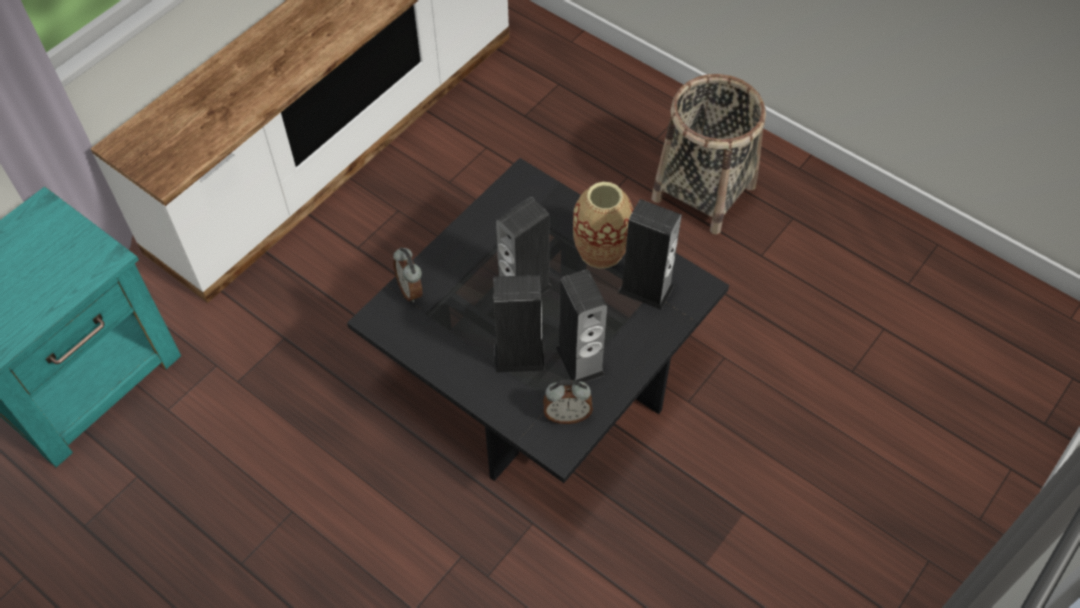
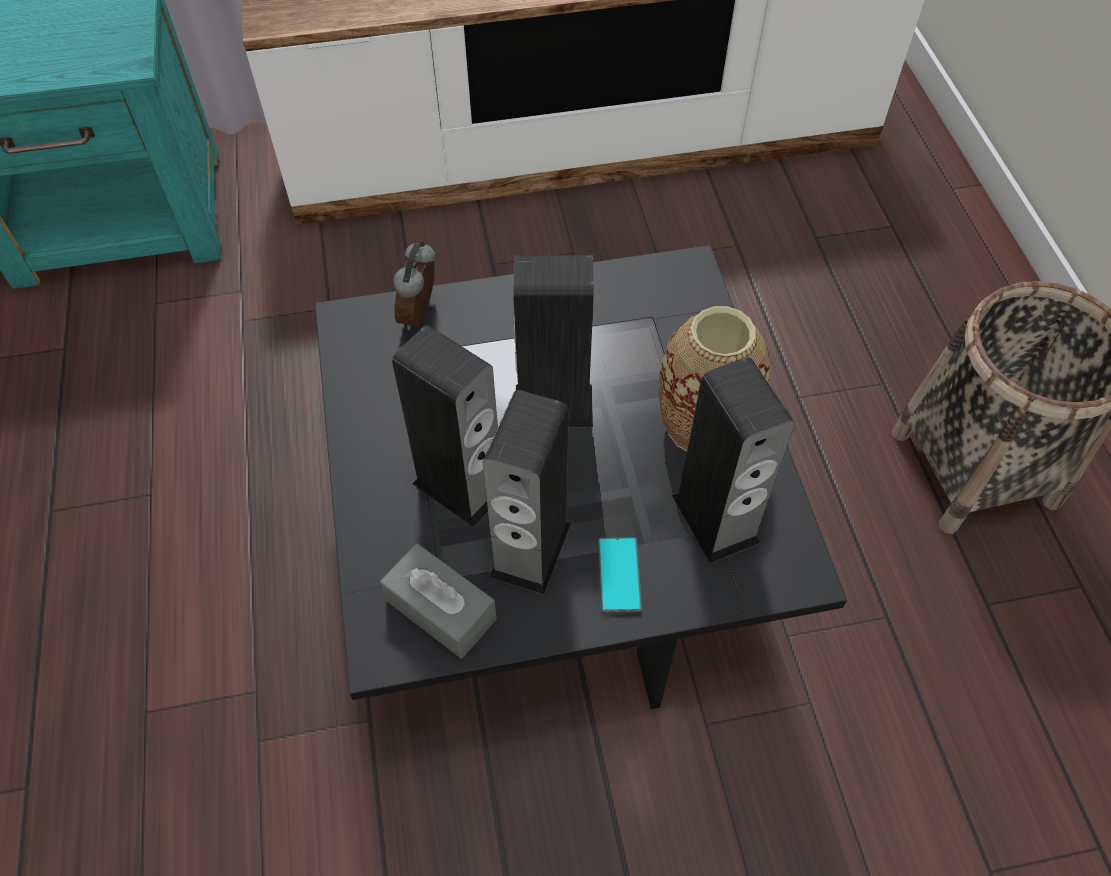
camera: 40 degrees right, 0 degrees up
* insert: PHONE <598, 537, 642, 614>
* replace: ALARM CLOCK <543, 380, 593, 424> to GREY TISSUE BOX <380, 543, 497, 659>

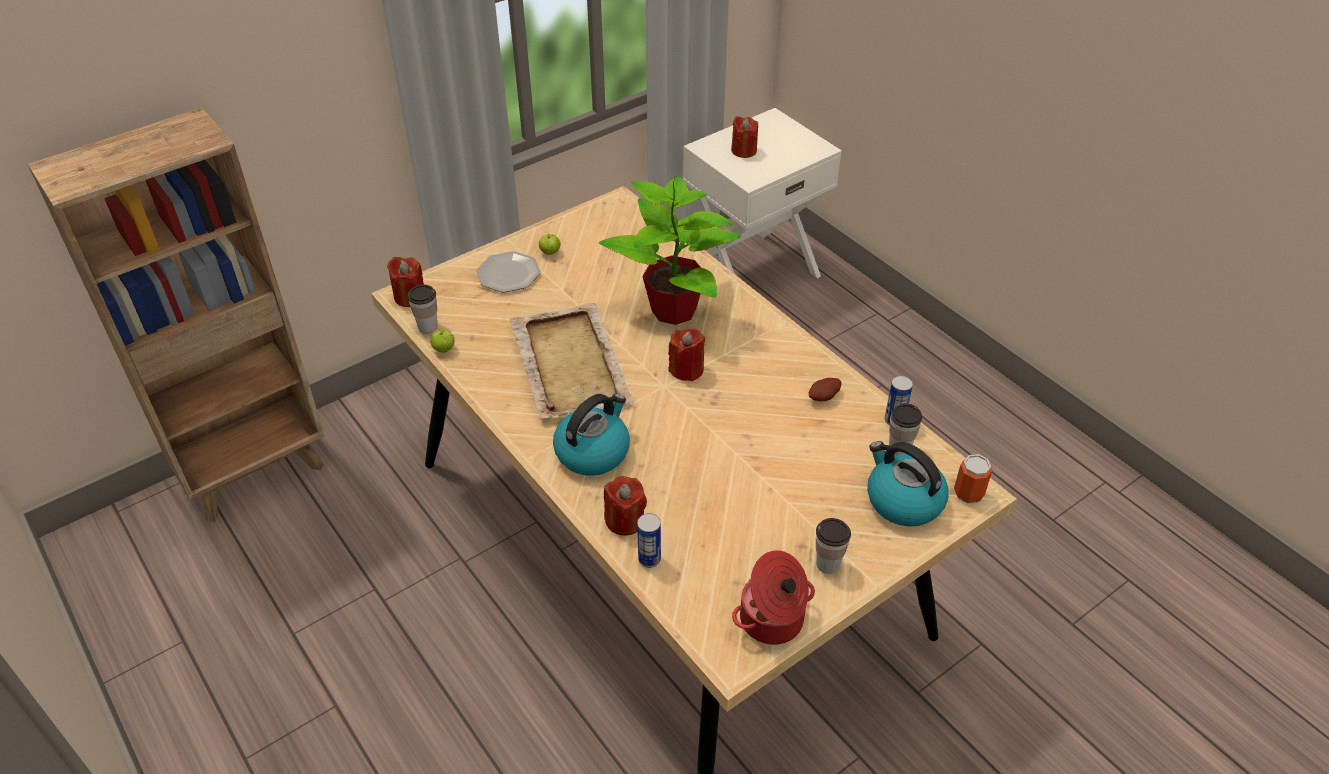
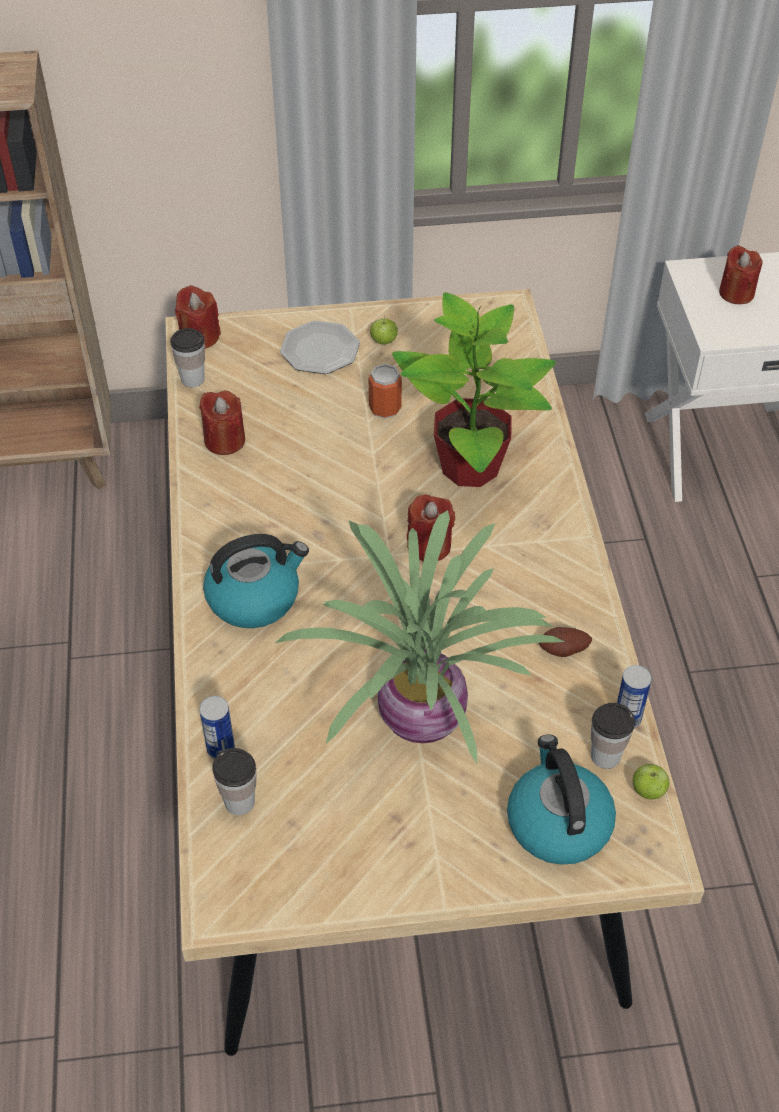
camera: 30 degrees right, 5 degrees up
* delete: BEIGE TRAY <509, 303, 635, 419>
* delete: COOKING POT <732, 550, 815, 645>
* insert: POTTED PLANT <275, 510, 564, 764>
* move: APPLE <430, 330, 455, 353> to <633, 764, 670, 799>
* move: RED CANDLE <604, 476, 647, 536> to <199, 390, 245, 455>
* move: CUP <816, 518, 851, 574> to <212, 748, 256, 815>
* move: CAN <954, 454, 992, 504> to <369, 364, 402, 419>

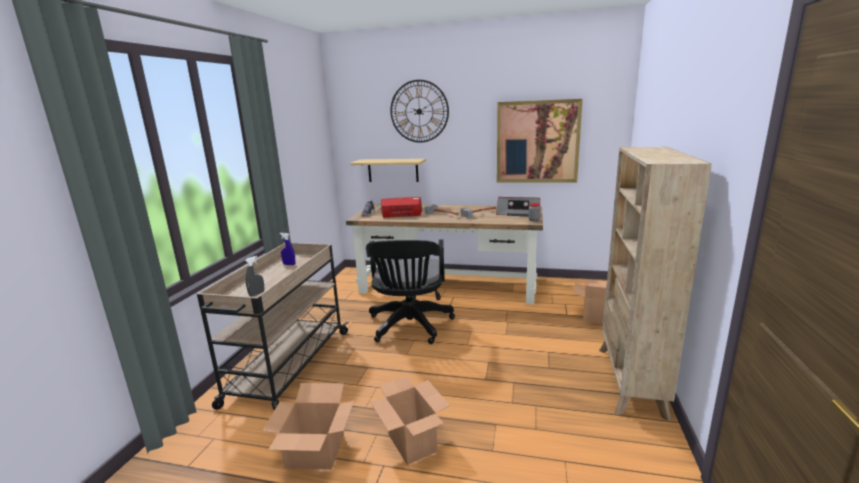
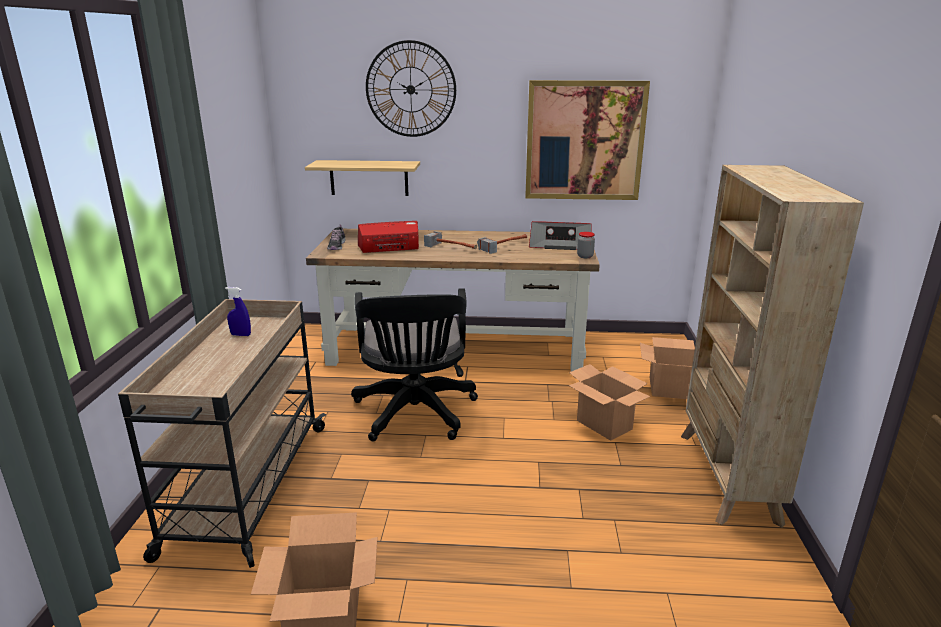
camera: 10 degrees left, 5 degrees up
* delete: GREY SPRAY BOTTLE <245, 256, 264, 297>
* move: CARDBOARD BOX <370, 376, 450, 465> to <569, 364, 650, 441>

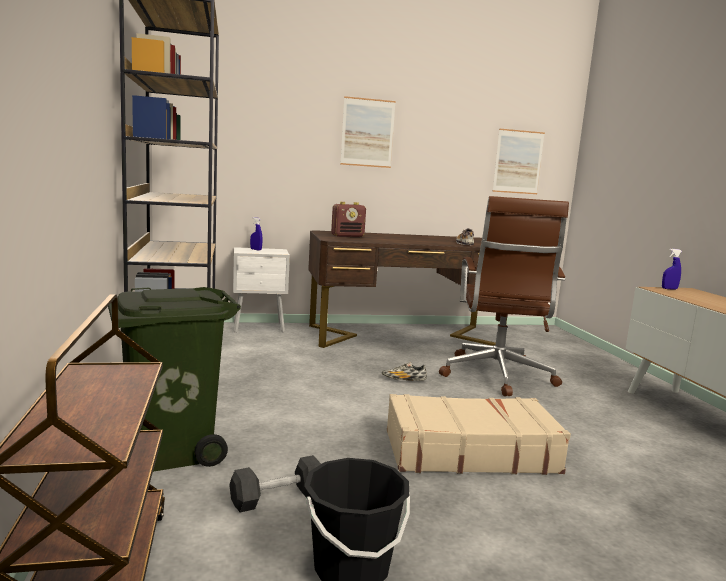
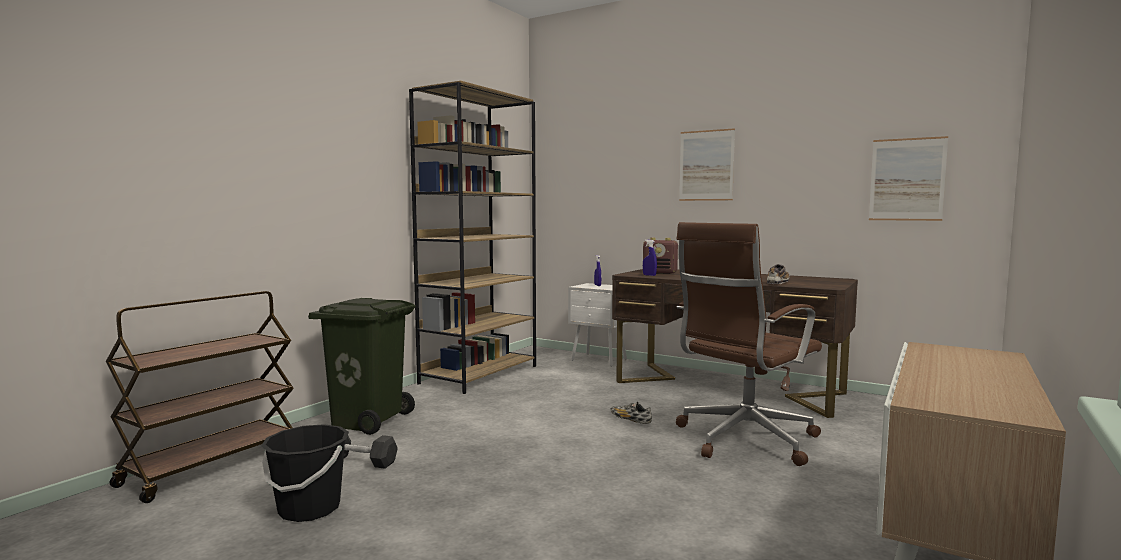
camera: 45 degrees right, 5 degrees down
* delete: BEIGE SUITCASE <387, 394, 571, 475>
* move: BLUE SPRAY BOTTLE <662, 249, 682, 290> to <643, 240, 657, 276>

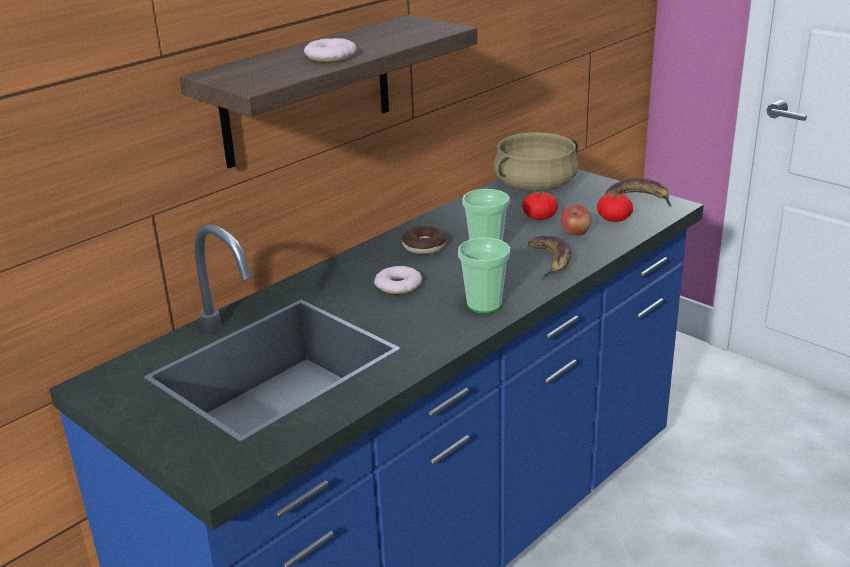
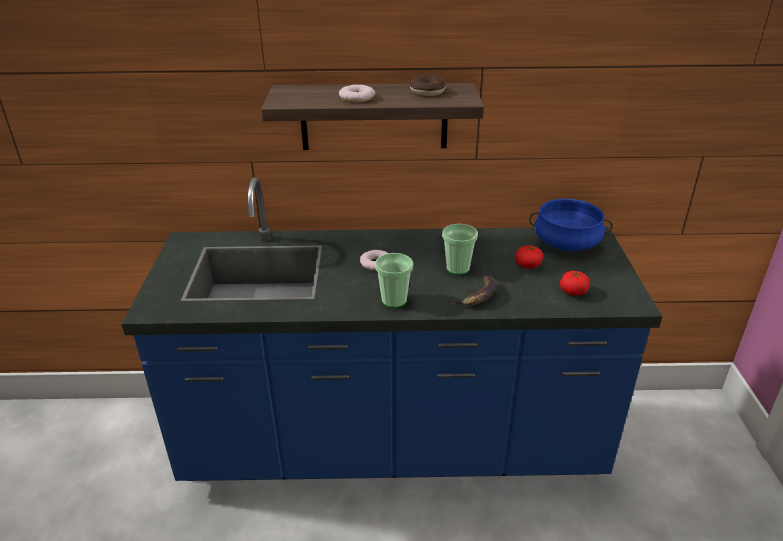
camera: 45 degrees right, 5 degrees up
* delete: APPLE <560, 205, 592, 236>
* delete: BANANA <604, 178, 672, 206>
* move: DONUT <402, 226, 447, 254> to <410, 75, 446, 96>
* recolor: BEIGE COOKING POT <494, 132, 579, 192> to BLUE COOKING POT <529, 199, 613, 251>

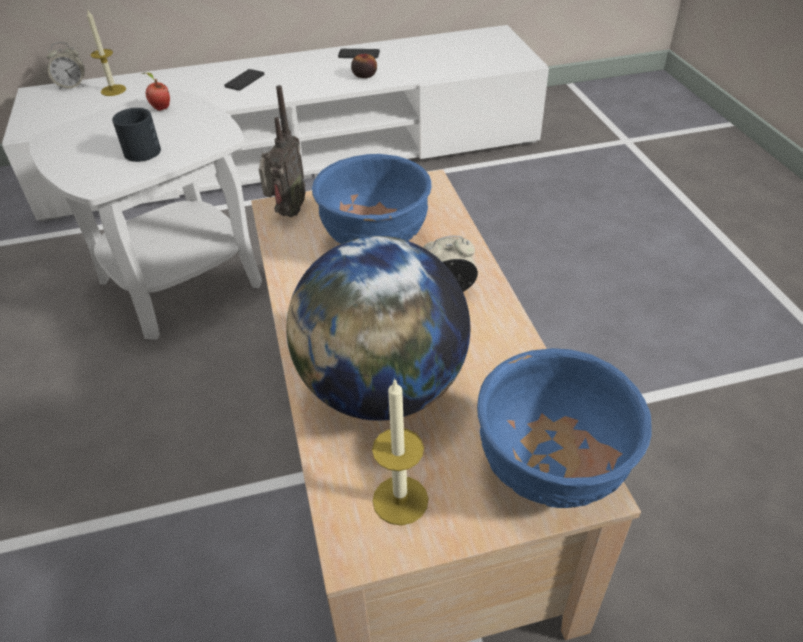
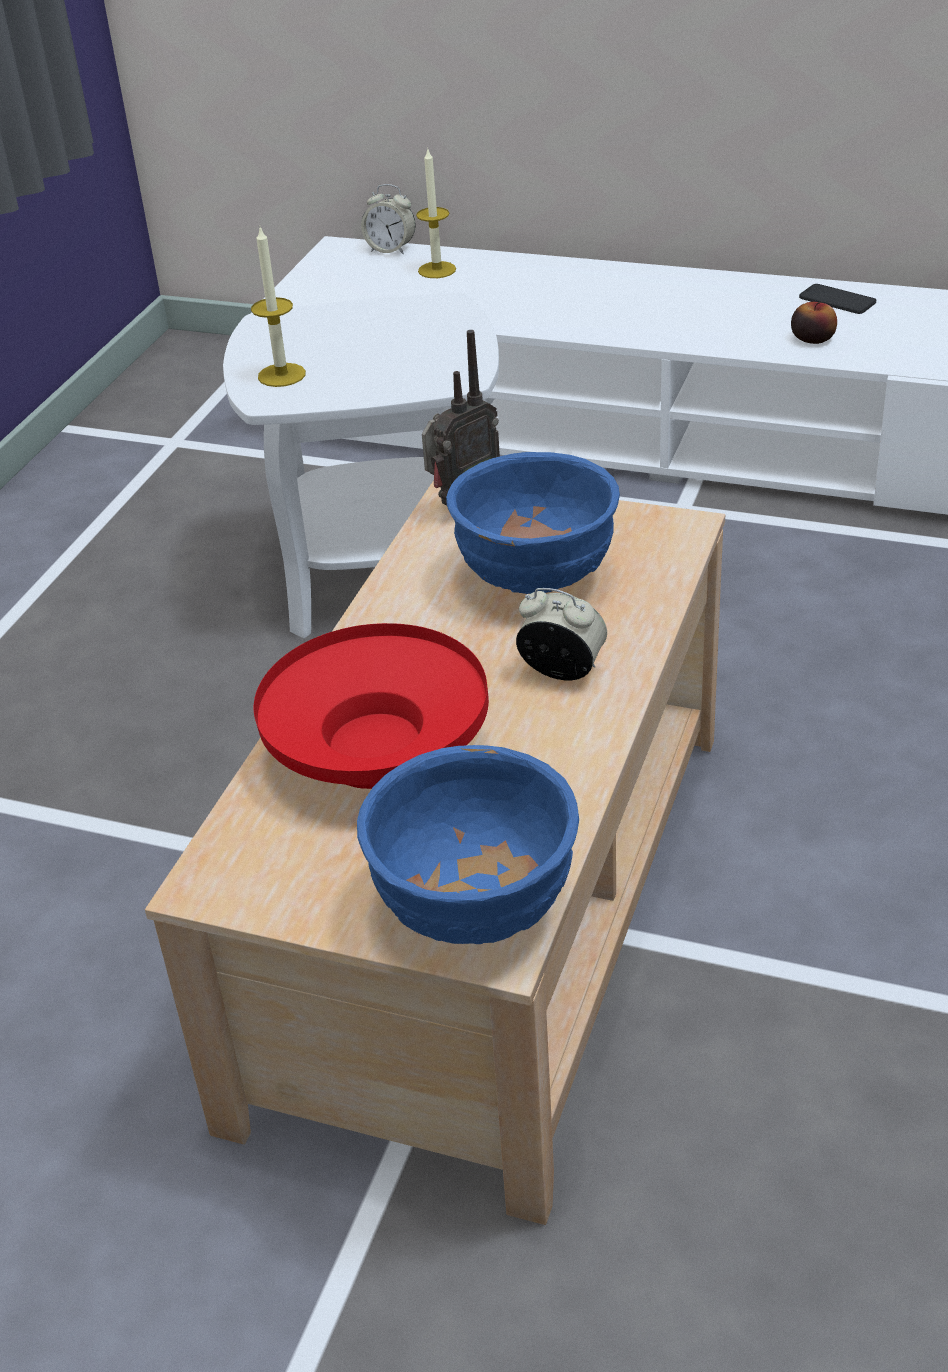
camera: 35 degrees right, 5 degrees down
* delete: BLACK MUG <112, 108, 161, 162>
* delete: APPLE <142, 73, 170, 111>
* delete: PHONE <224, 69, 264, 91>
* move: CANDLE <372, 378, 429, 525> to <251, 227, 306, 387>
* replace: GLOBE <286, 236, 470, 421> to RED BOWL <254, 623, 489, 789>

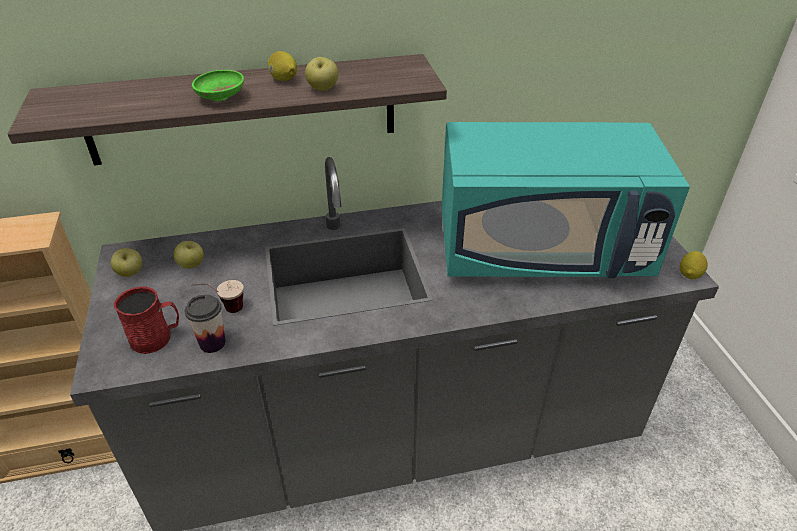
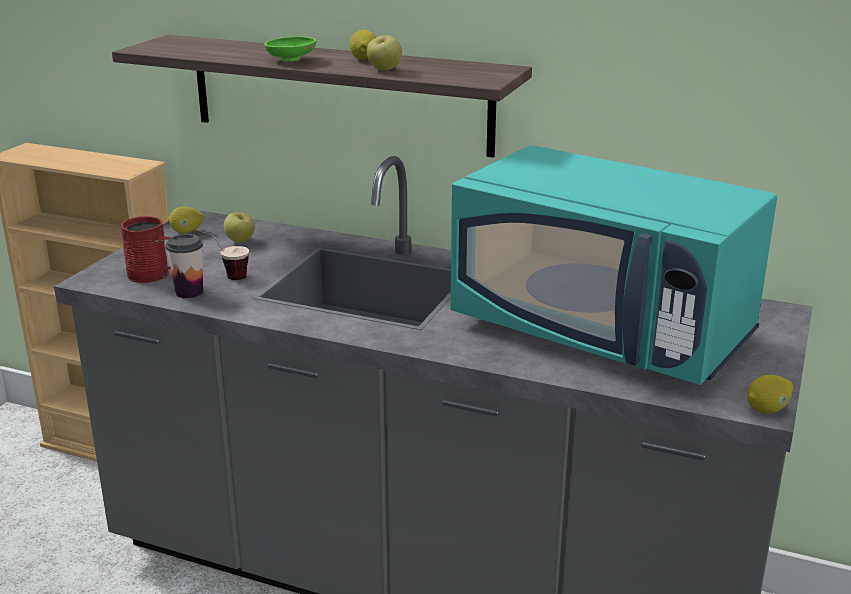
camera: 35 degrees right, 15 degrees down
* replace: APPLE <111, 248, 142, 277> to LEMON <168, 207, 204, 233>

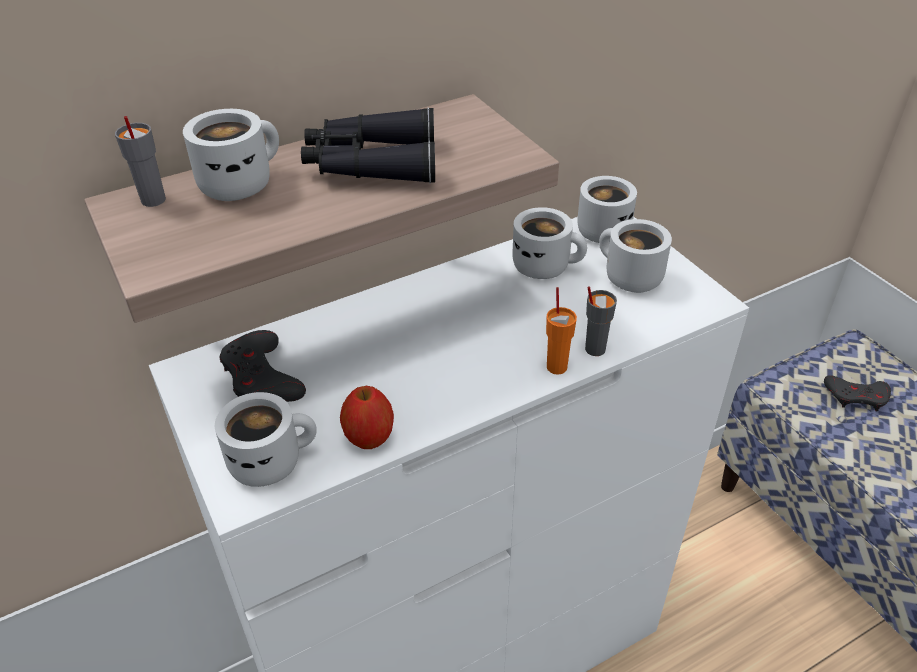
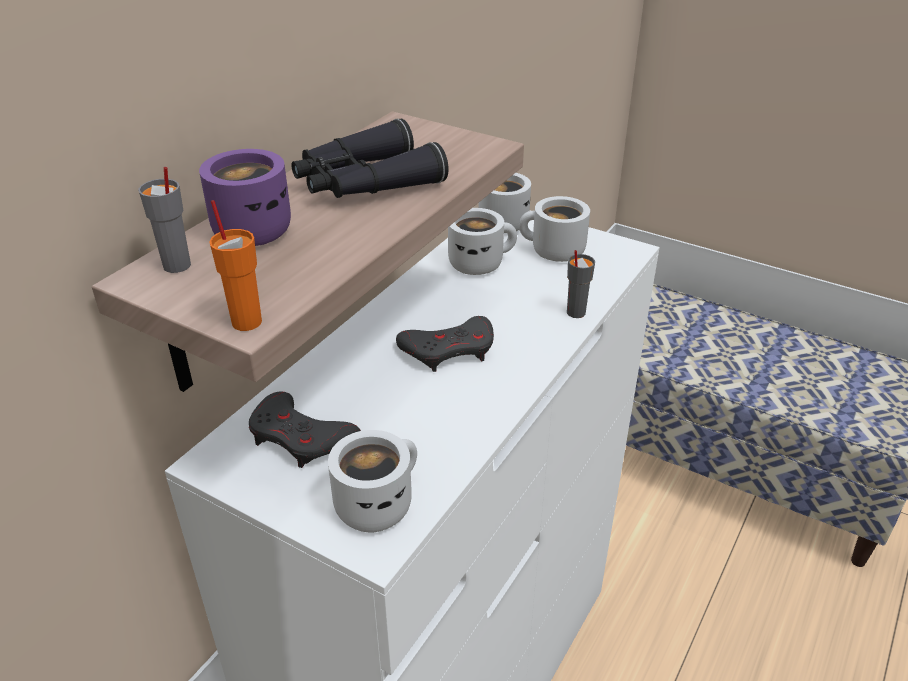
camera: 30 degrees left, 5 degrees down
* delete: APPLE <340, 386, 394, 449>
* move: ORANGE CUP <546, 287, 577, 374> to <209, 200, 262, 331>
* move: GREY GAME CONTROLLER <824, 375, 891, 411> to <396, 316, 494, 372>
* recolor: WHITE MUG <183, 109, 279, 201> to PURPLE MUG <199, 149, 291, 246>

